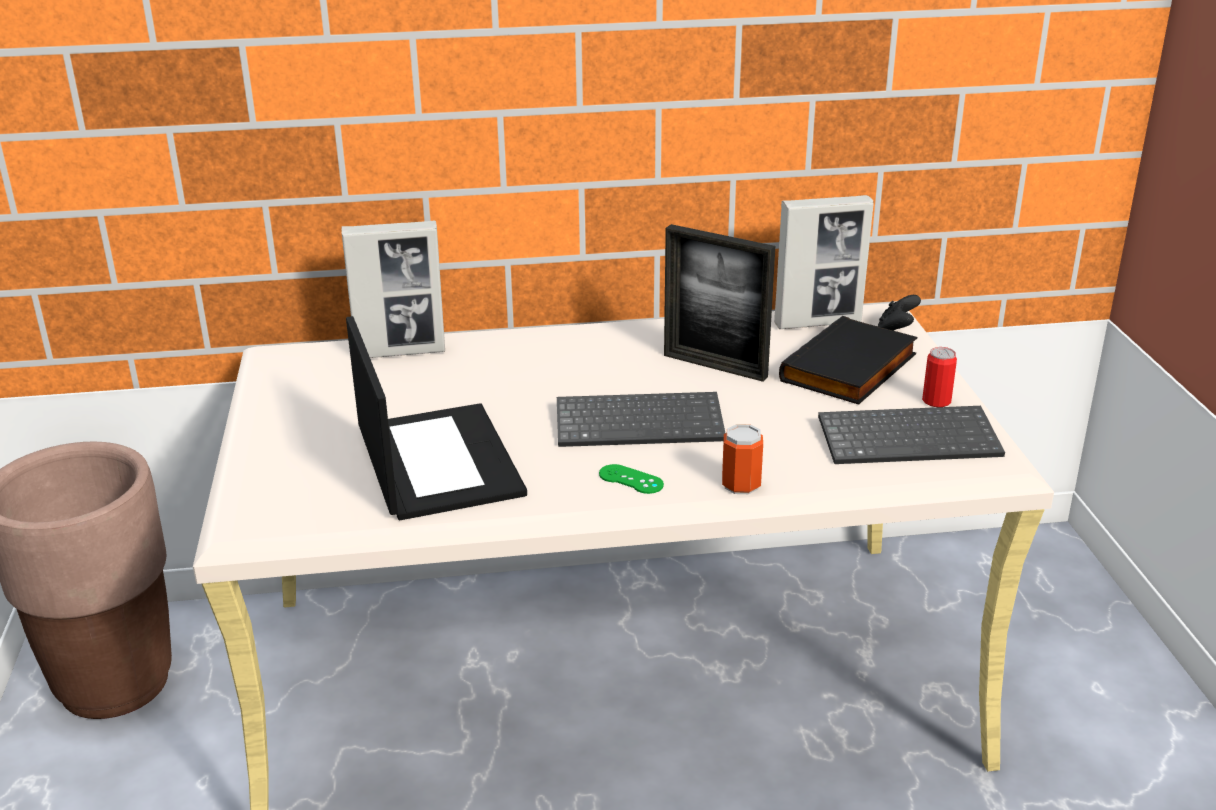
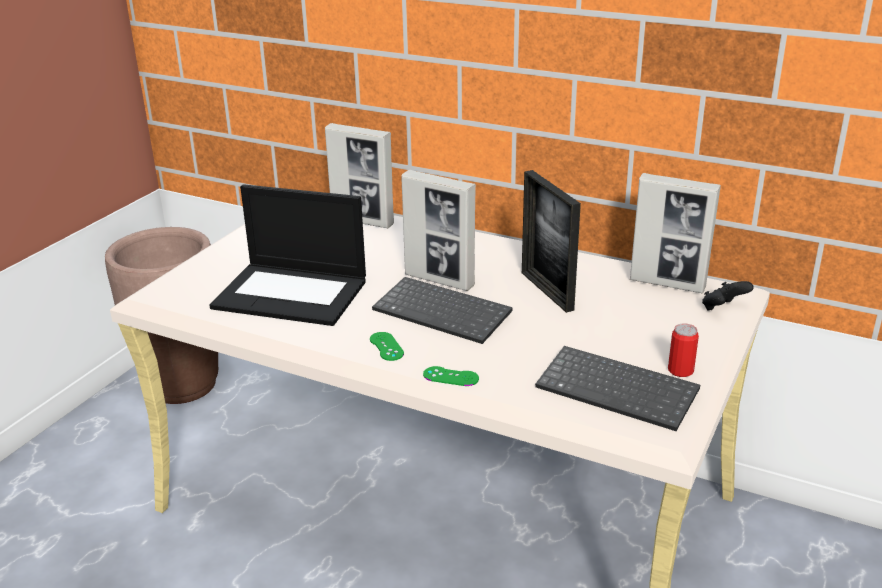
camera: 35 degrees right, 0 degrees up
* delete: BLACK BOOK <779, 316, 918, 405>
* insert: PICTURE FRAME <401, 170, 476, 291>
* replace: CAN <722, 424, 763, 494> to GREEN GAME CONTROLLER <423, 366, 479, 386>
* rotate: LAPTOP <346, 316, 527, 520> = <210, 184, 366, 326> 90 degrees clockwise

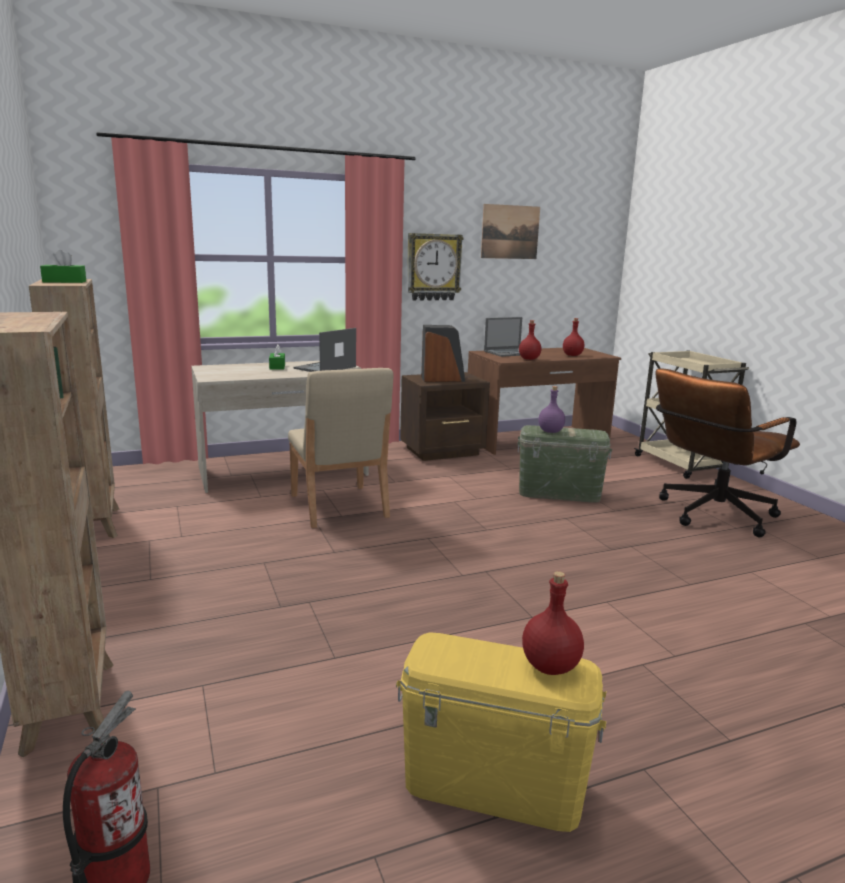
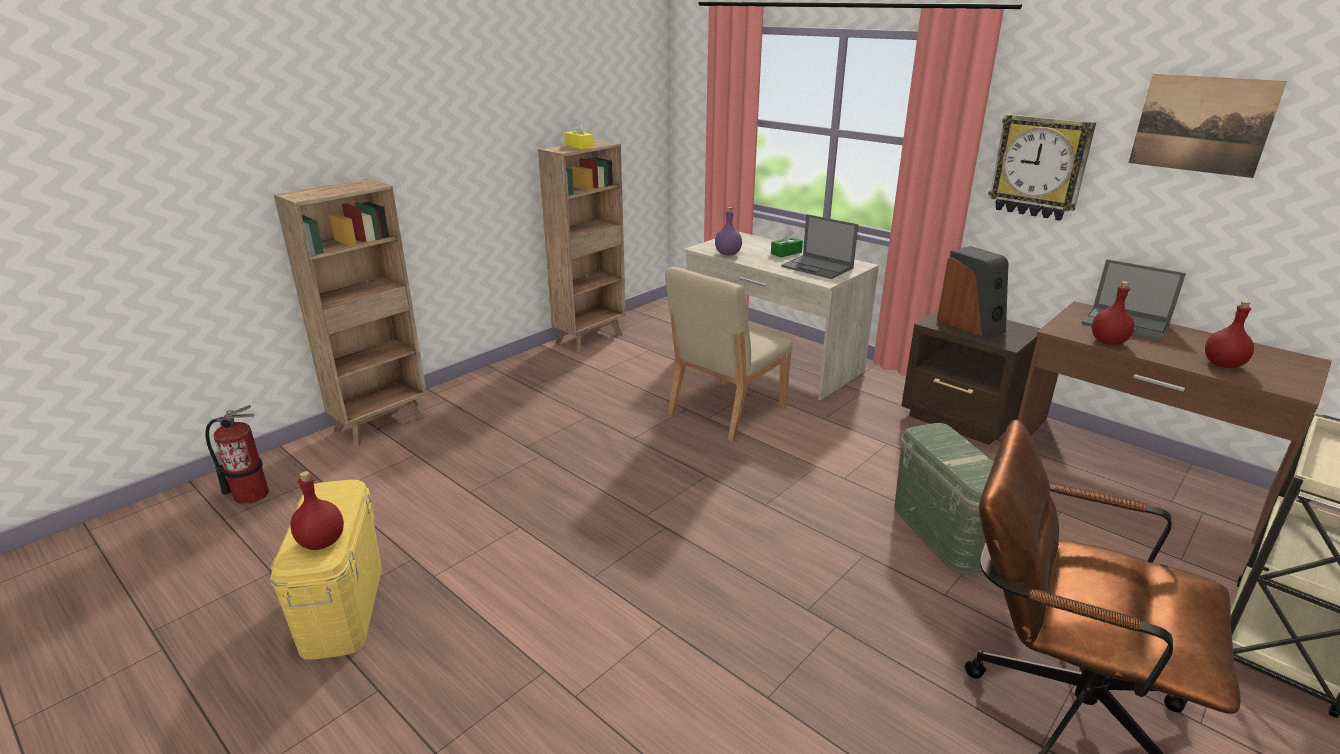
camera: 65 degrees right, 10 degrees up
* move: PURPLE BOTTLE <538, 386, 565, 433> to <715, 207, 742, 255>
* recolor: GREEN TISSUE BOX <40, 250, 86, 283> to YELLOW TISSUE BOX <564, 121, 593, 149>
* rotate: LAPTOP <293, 328, 356, 372> = <781, 214, 858, 279> 150 degrees counterclockwise

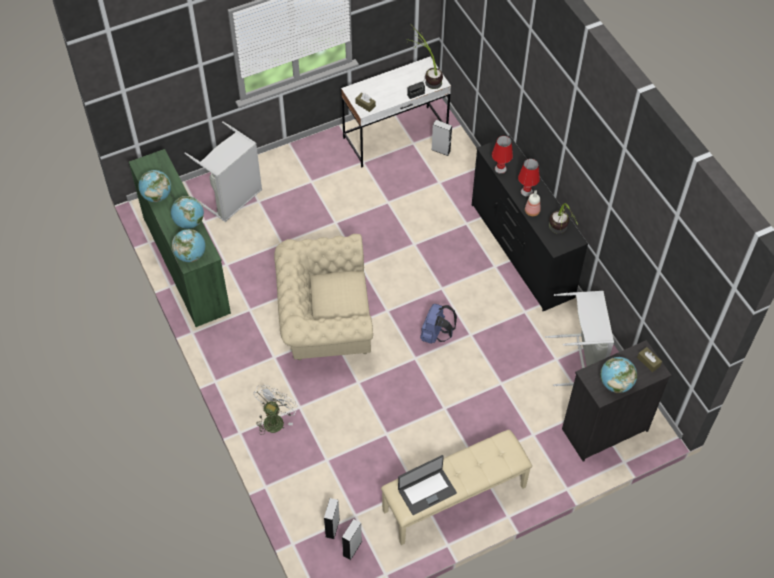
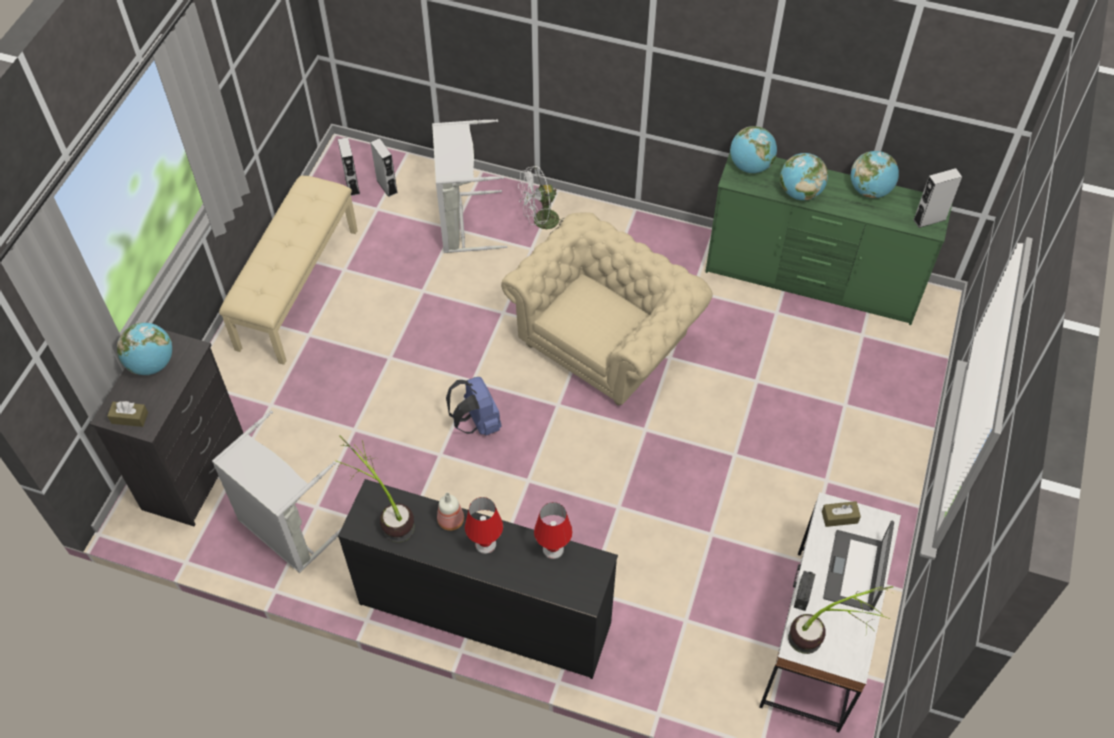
camera: 135 degrees right, 0 degrees up
* move: GREY LAUNDRY BASKET <184, 121, 262, 222> to <432, 119, 508, 253>
* move: LAPTOP <398, 455, 457, 515> to <823, 521, 894, 611>
* move: GREY SPEAKER <431, 120, 452, 156> to <913, 168, 962, 228>
* rotate: WHITE FAN <254, 385, 298, 435> = <518, 165, 564, 234> 90 degrees clockwise

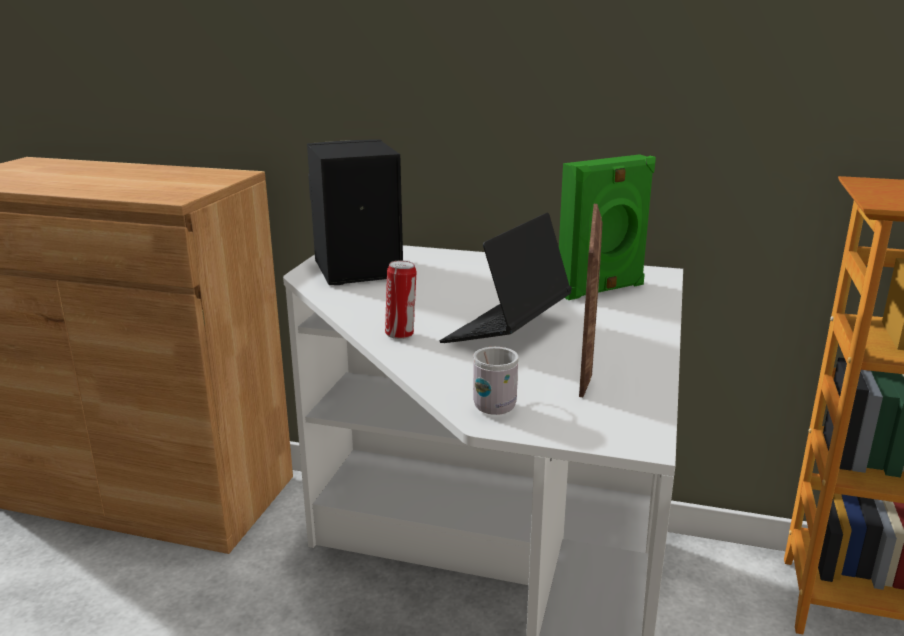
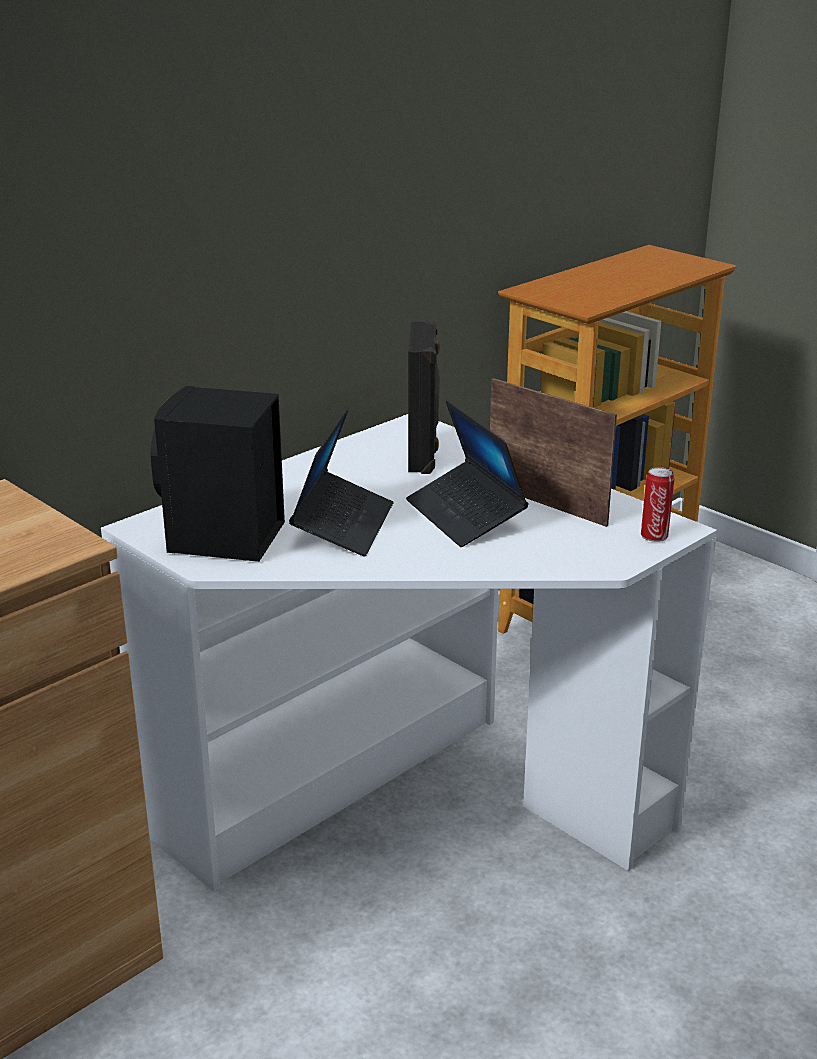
camera: 60 degrees left, 5 degrees up
* delete: WHITE MUG <473, 347, 519, 415>
* insert: LAPTOP <289, 408, 394, 557>
* move: CAN <385, 261, 416, 339> to <641, 467, 674, 542>
* recolor: GREEN SPEAKER <559, 154, 656, 300> to BLACK SPEAKER <408, 320, 440, 474>

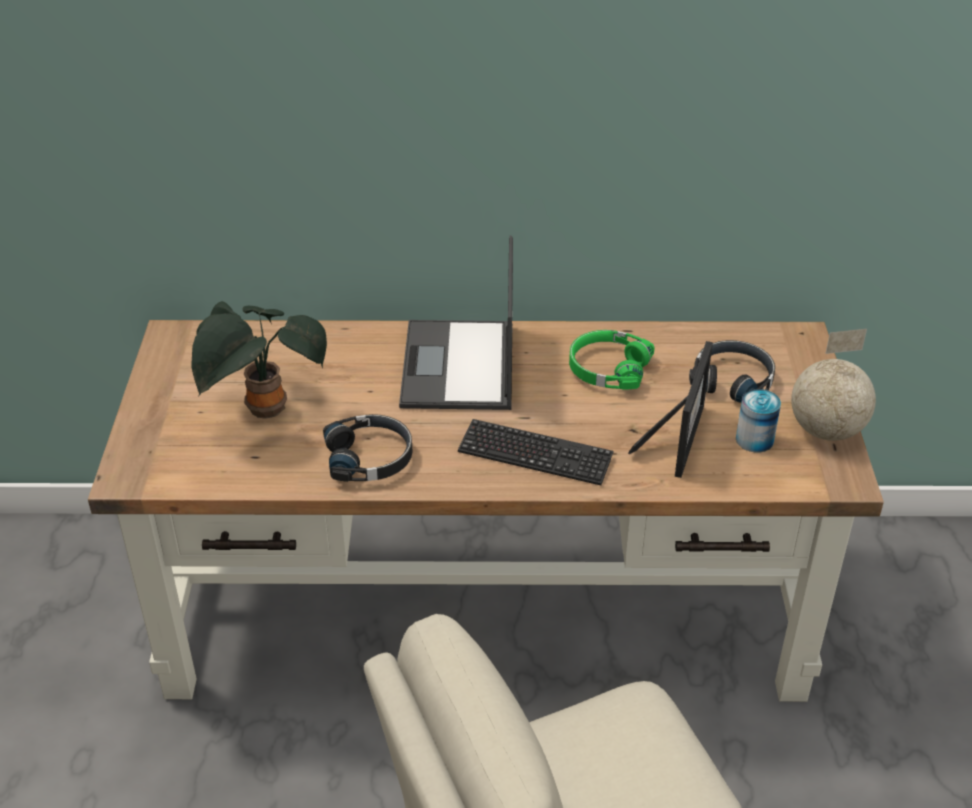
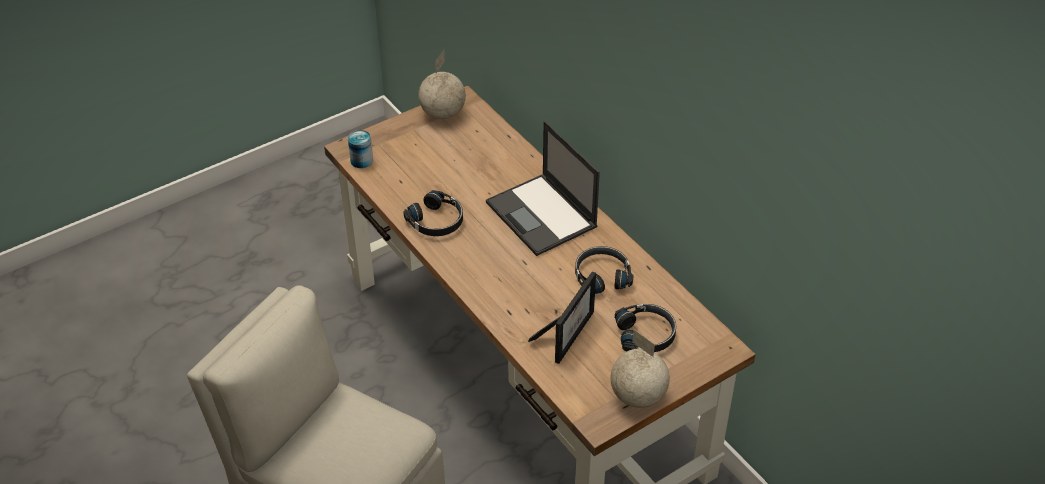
camera: 55 degrees right, 5 degrees up
* delete: POTTED PLANT <192, 301, 327, 419>
* delete: KEYBOARD <458, 419, 614, 485>
* insert: GLOBE <418, 50, 466, 119>
* move: CAN <736, 389, 781, 453> to <348, 130, 373, 168>
* recolor: GREEN HEADPHONES <569, 330, 655, 390> to BLACK HEADPHONES <575, 246, 634, 294>
* rotate: LAPTOP <399, 235, 513, 410> = <486, 121, 600, 256> 90 degrees counterclockwise
* rotate: PICTURE FRAME <628, 341, 713, 478> = <528, 271, 596, 364> 45 degrees counterclockwise

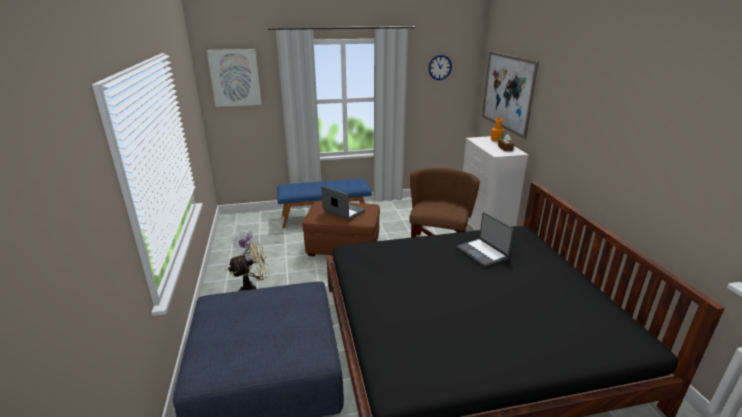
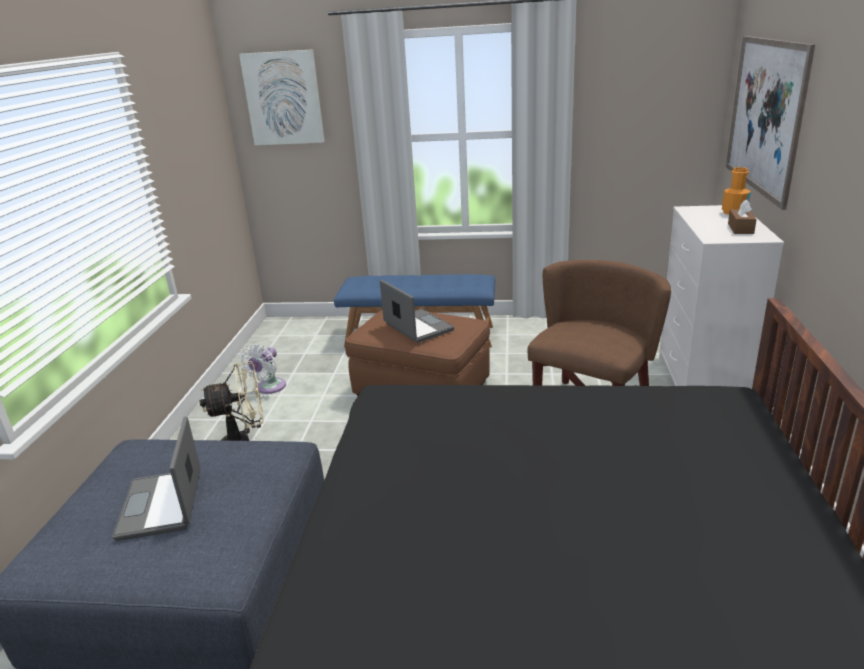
camera: 20 degrees right, 0 degrees up
* delete: WALL CLOCK <429, 55, 452, 80>
* move: LAPTOP <457, 212, 514, 267> to <112, 416, 201, 541>

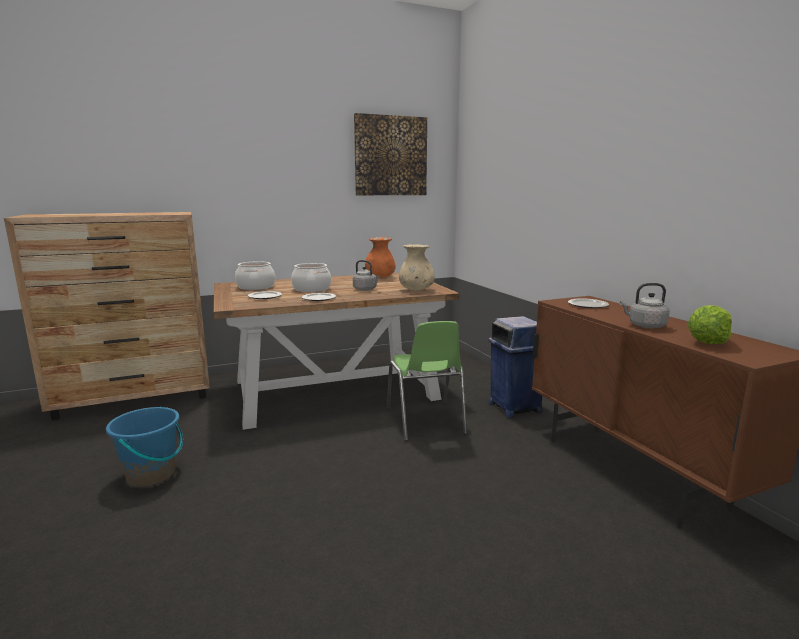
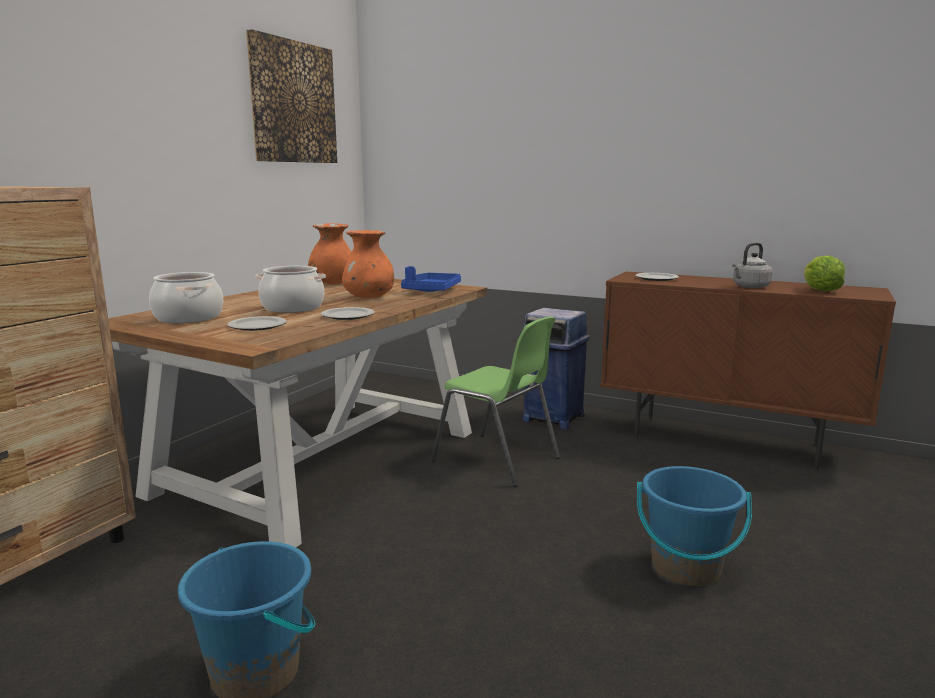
camera: 40 degrees left, 0 degrees up
* insert: BLUE BUCKET <637, 466, 752, 586>
* replace: GREY KETTLE <353, 260, 380, 291> to ORANGE VASE <342, 230, 394, 298>
* replace: BEIGE VASE <399, 244, 435, 290> to BLUE TRAY <401, 266, 461, 292>

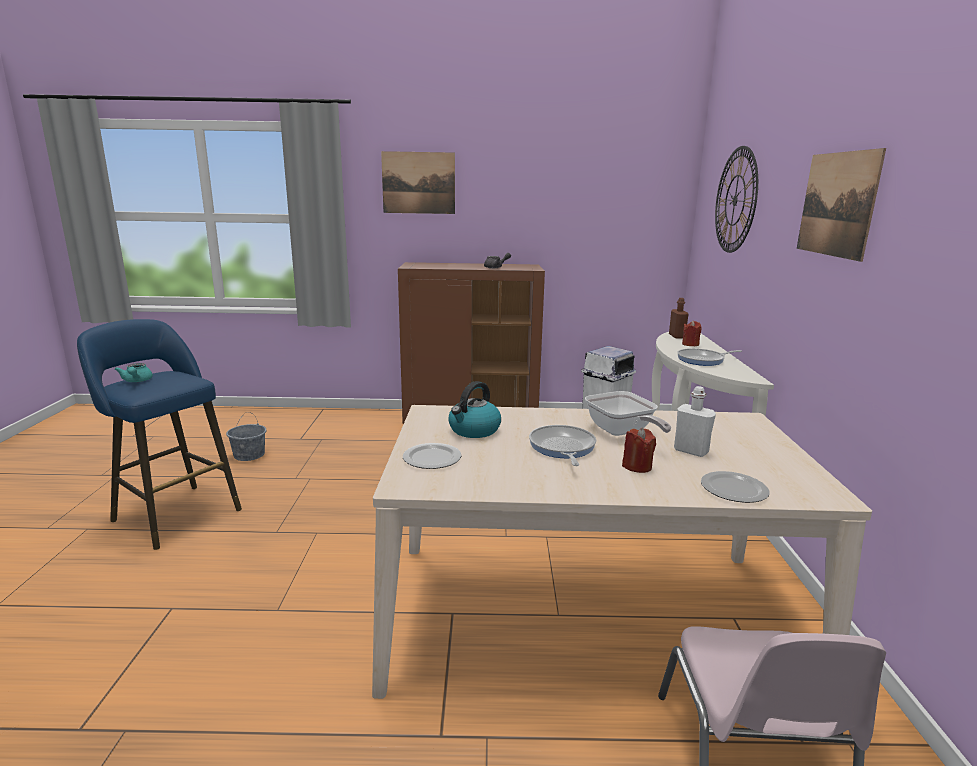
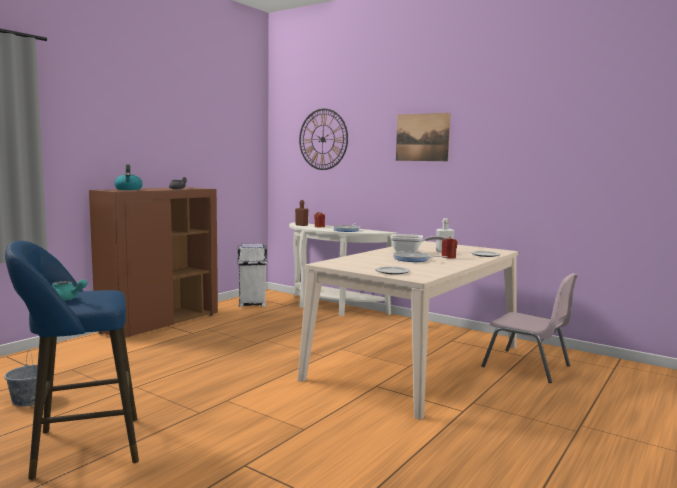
camera: 55 degrees left, 10 degrees down
* delete: PICTURE <381, 151, 455, 214>
* move: KETTLE <448, 381, 501, 438> to <114, 164, 143, 190>

